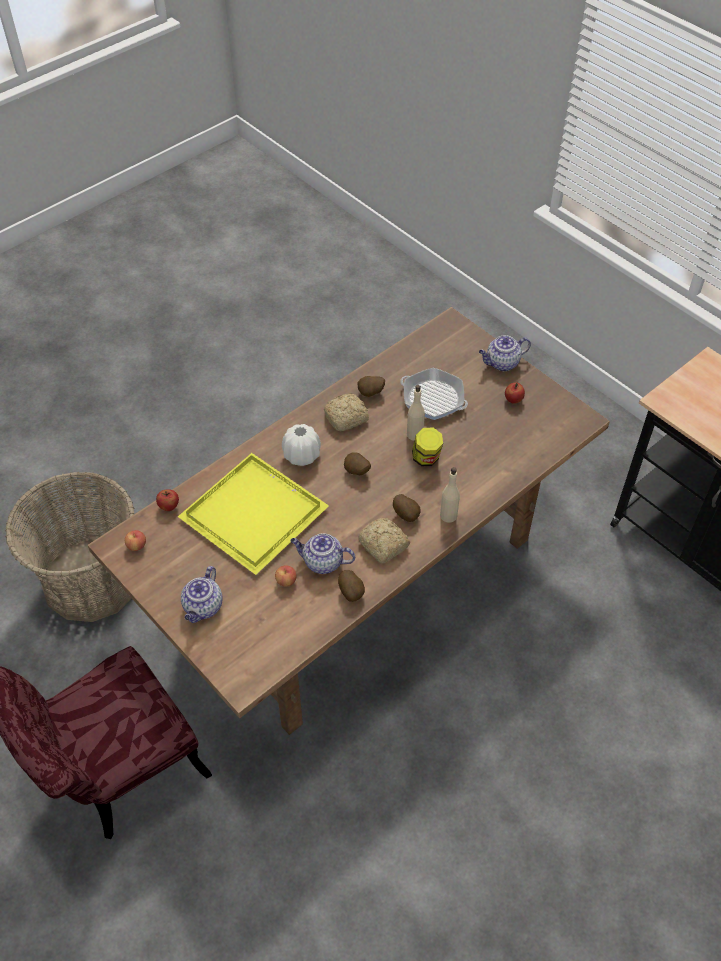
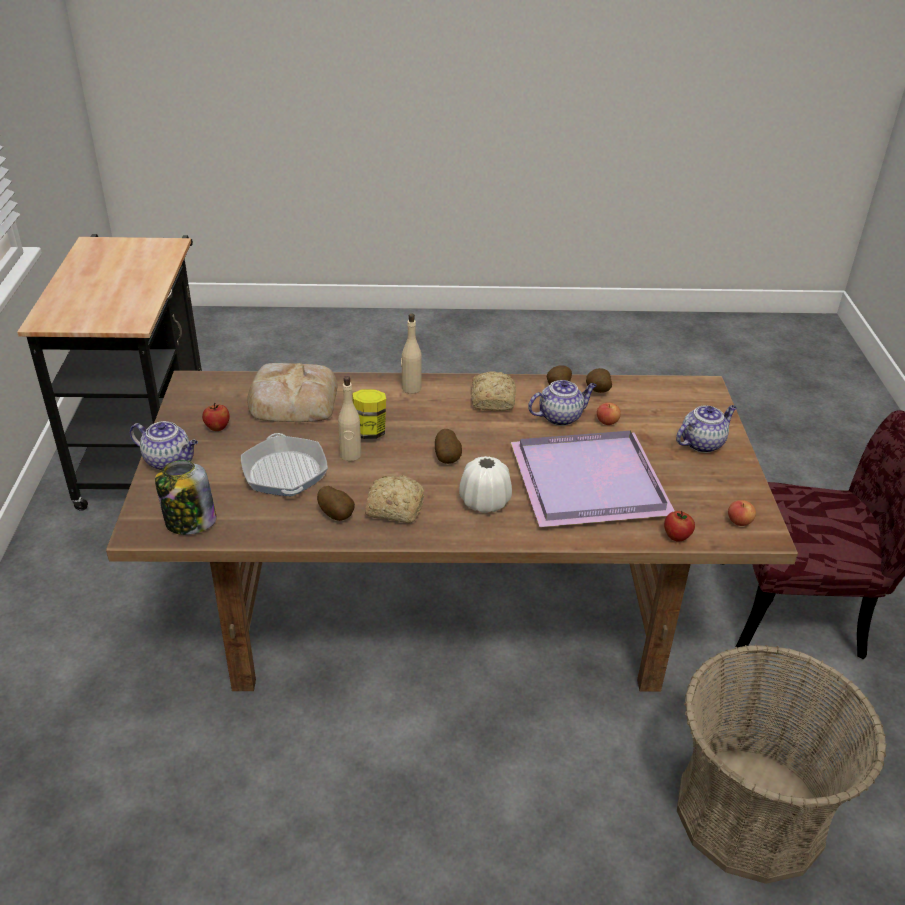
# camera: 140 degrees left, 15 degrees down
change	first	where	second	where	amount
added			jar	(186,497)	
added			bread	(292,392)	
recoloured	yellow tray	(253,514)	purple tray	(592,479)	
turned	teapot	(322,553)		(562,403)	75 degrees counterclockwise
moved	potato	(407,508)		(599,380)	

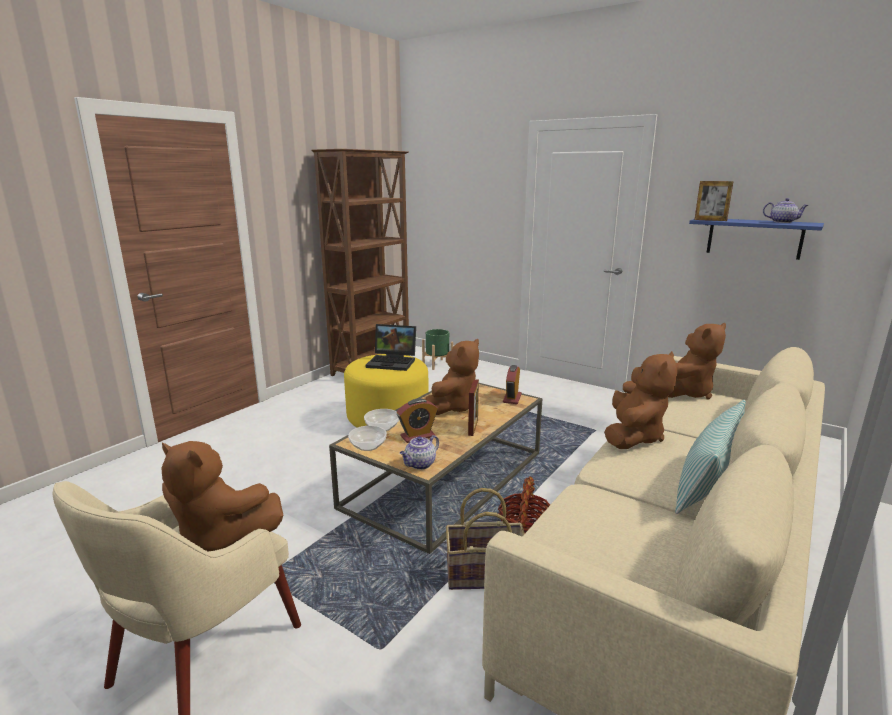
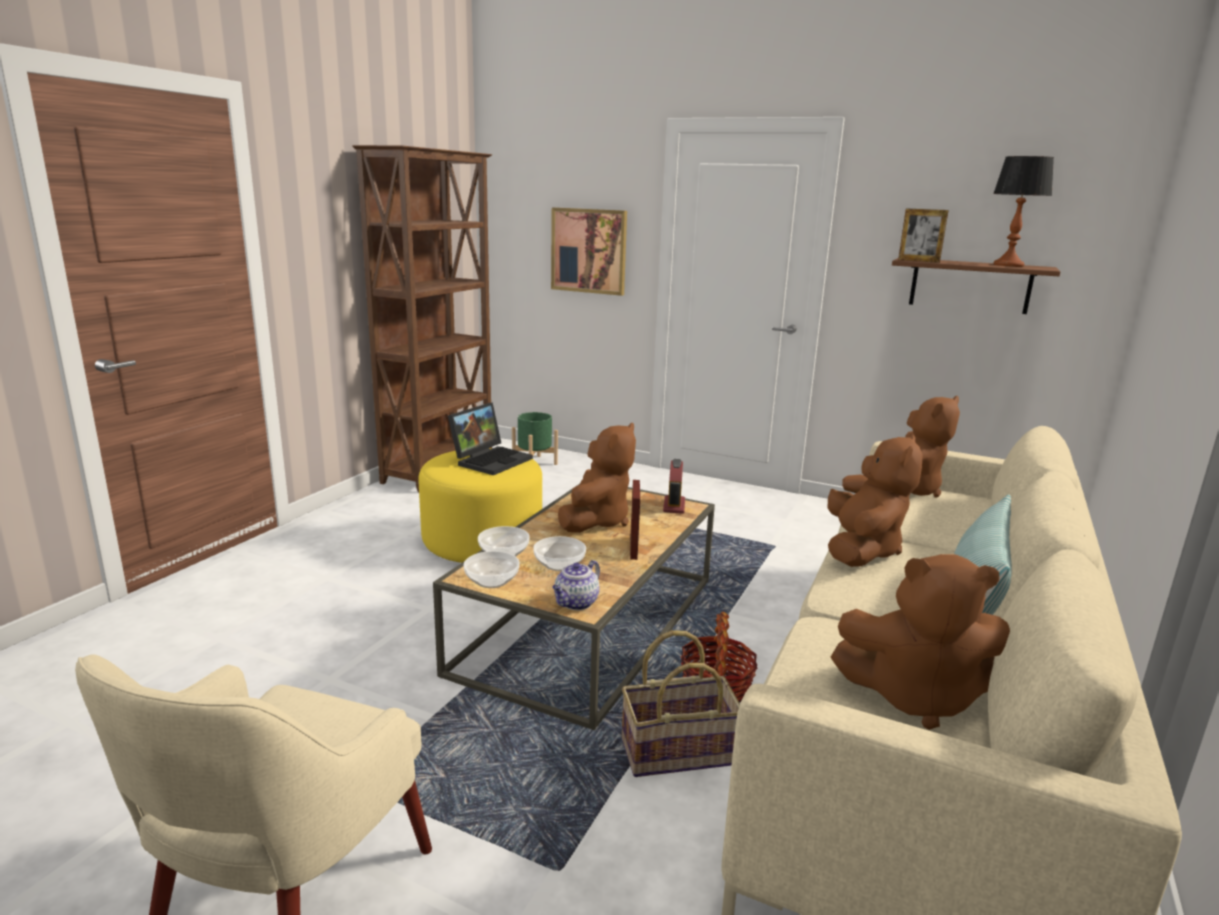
# camera: 10 degrees left, 0 degrees up
change	first	where	second	where	amount
turned	laptop	(390,347)		(490,438)	60 degrees counterclockwise
replaced	alarm clock	(417,421)	bowl	(559,553)	
added			picture	(589,251)	
moved	brown plush toy	(222,496)		(920,642)	
recoloured	blue shelf	(756,239)	brown shelf	(976,286)	
replaced	teapot	(785,210)	table lamp	(1023,211)	

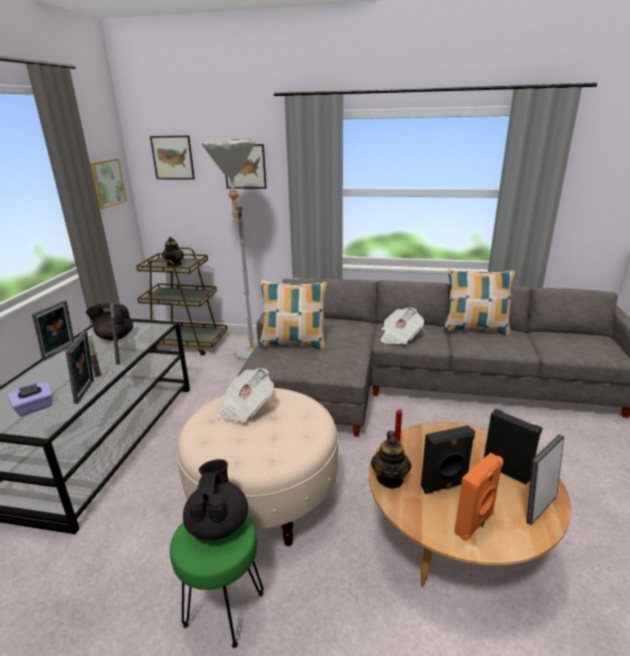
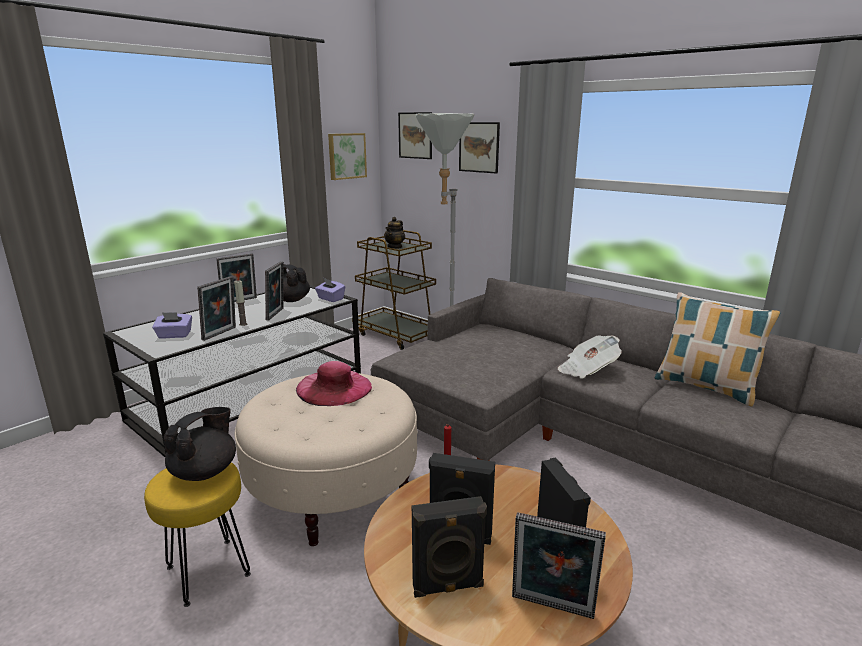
# camera: 30 degrees right, 5 degrees down
change	first	where	second	where	amount
recoloured	green stool	(217,582)	yellow stool	(197,534)	
replaced	newspaper	(245,395)	pink hat	(334,383)	
added			purple tissue box	(330,290)	
recoloured	orange speaker	(478,497)	black speaker	(449,547)	
turned	picture frame	(545,479)		(559,565)	150 degrees counterclockwise
removed	pillow	(293,315)			
removed	teapot	(391,460)			

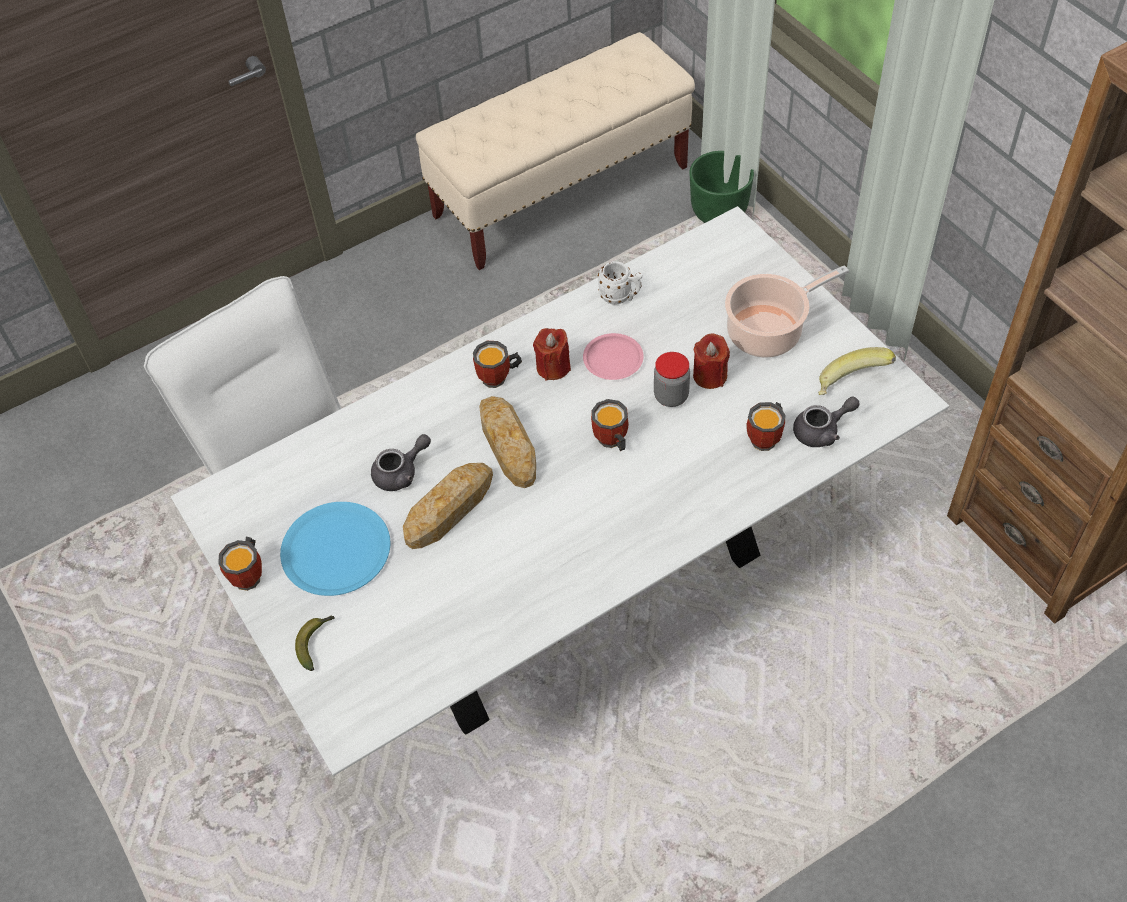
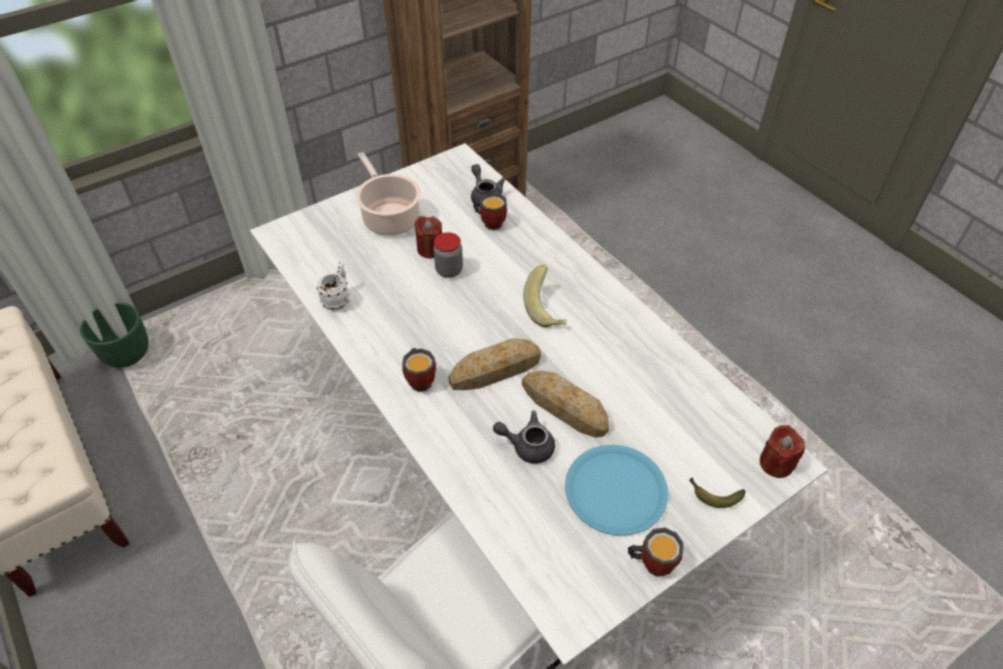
# camera: 95 degrees left, 5 degrees down
change	first	where	second	where	amount
turned	grey teapot	(401,462)		(524,437)	45 degrees counterclockwise
moved	banana	(857,371)		(545,296)	
moved	red candle	(552,354)		(782,451)	
removed	pink plate	(613,356)			
removed	mug	(610,425)			

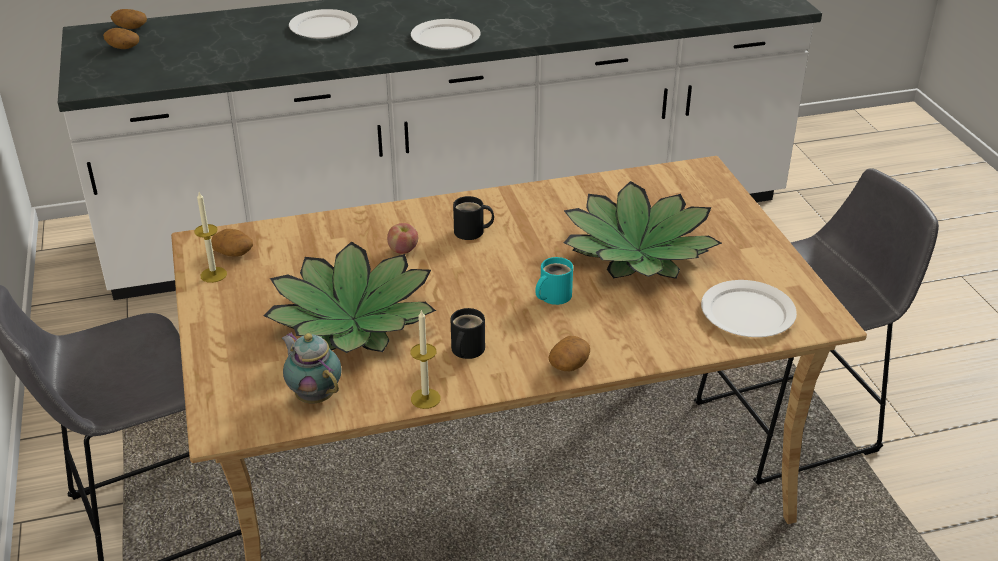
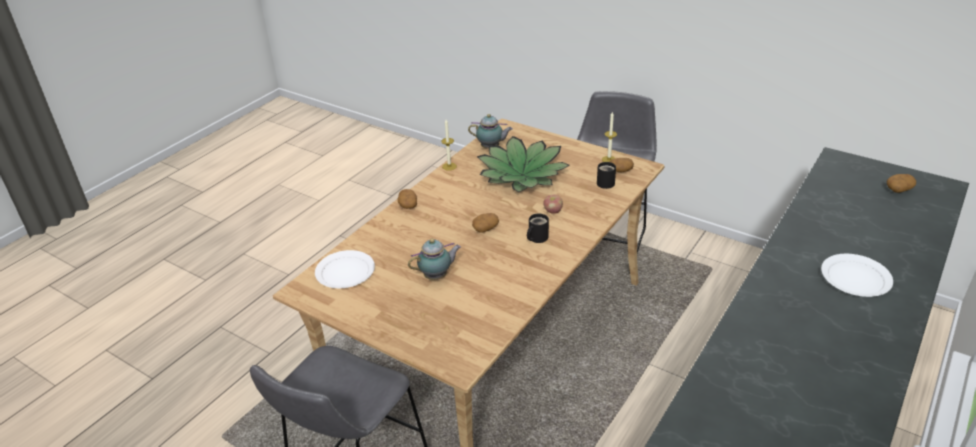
# camera: 140 degrees right, 0 degrees up
change	first	where	second	where	amount
replaced	potted plant	(643,230)	teapot	(434,259)	
moved	potato	(129,19)		(485,223)	
moved	black mug	(468,333)		(606,175)	
removed	white plate	(446,34)			
removed	turquoise mug	(554,281)			

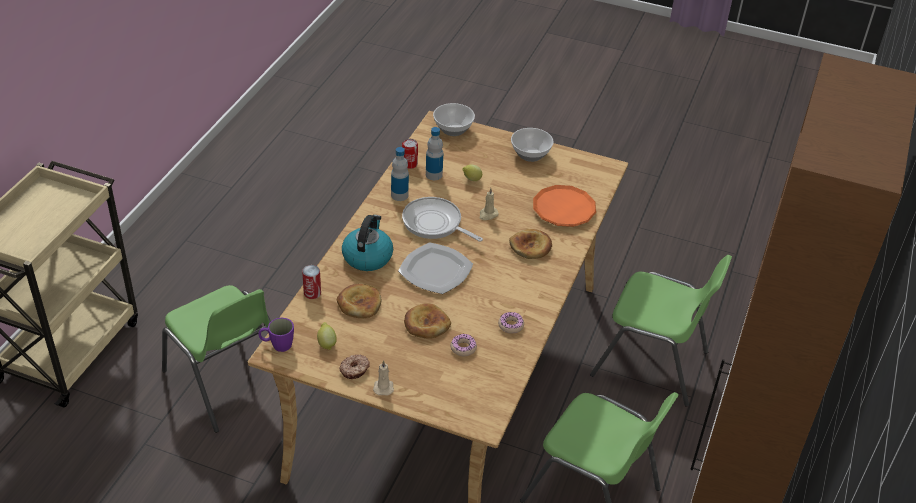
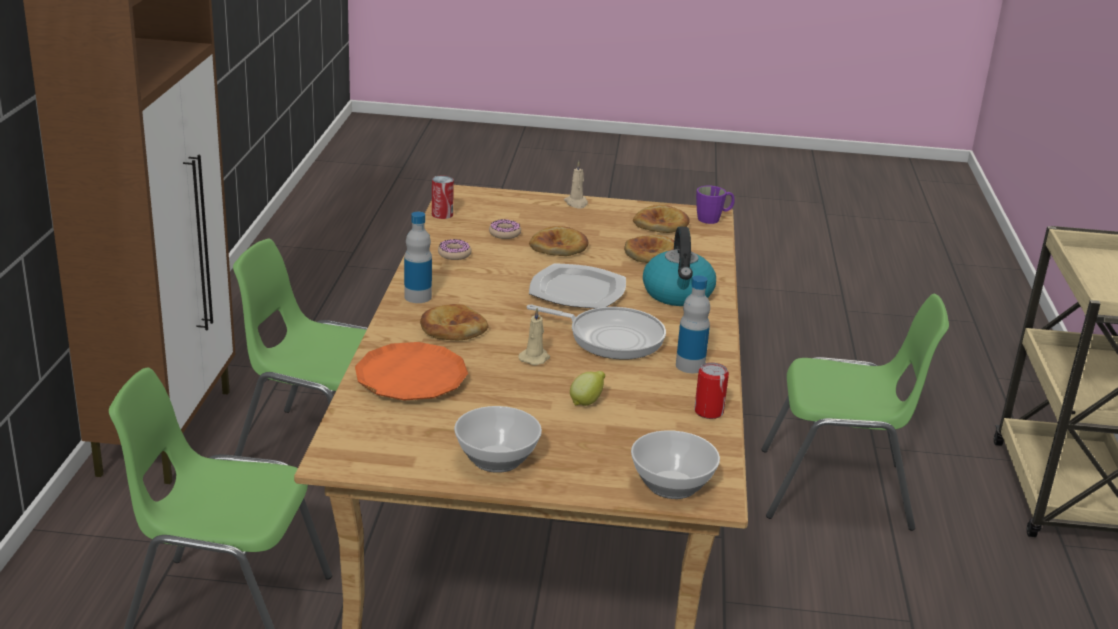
# camera: 165 degrees right, 15 degrees down
change	first	where	second	where	amount
moved	bottle	(434,153)		(418,257)	
moved	can	(311,282)		(443,197)	
replaced	lemon	(327,336)	bread	(661,219)	
turned	green chair	(216,359)		(855,412)	150 degrees clockwise
removed	donut	(354,366)			

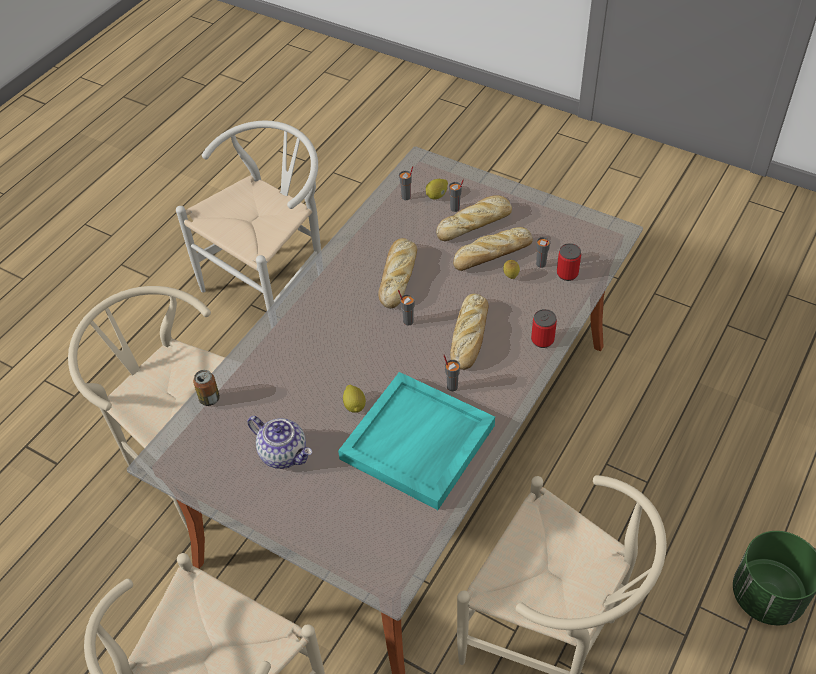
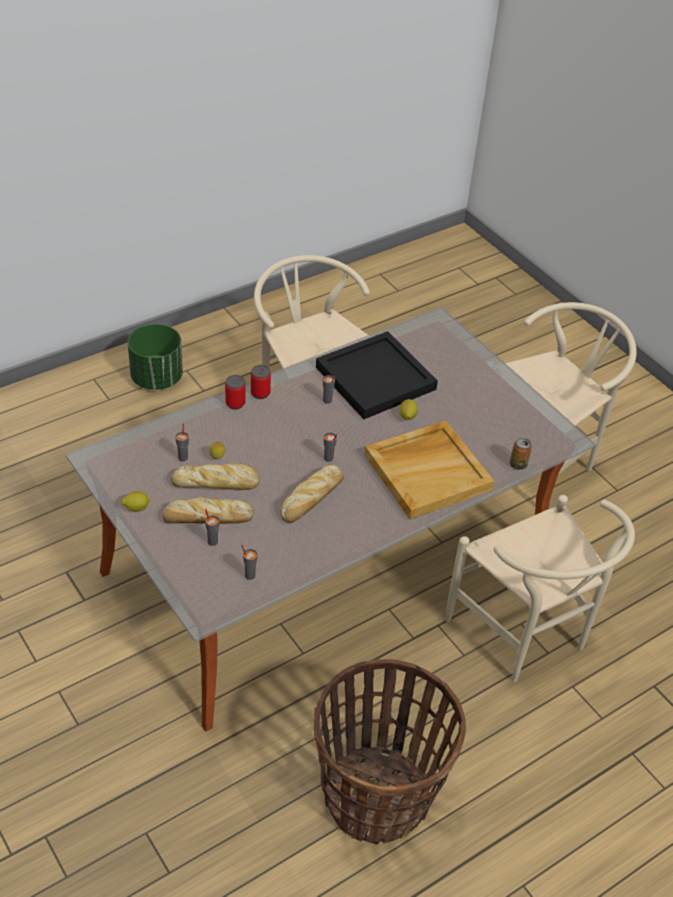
# camera: 160 degrees left, 5 degrees down
change	first	where	second	where	amount
moved	lemon	(437,189)		(135,501)	
moved	can	(569,262)		(261,382)	
replaced	white chair	(248,216)	basket	(390,751)	
recoloured	turquoise tray	(416,441)	black tray	(377,375)	
added			beige tray	(429,469)	
removed	teapot	(279,442)			
removed	bread	(469,331)			

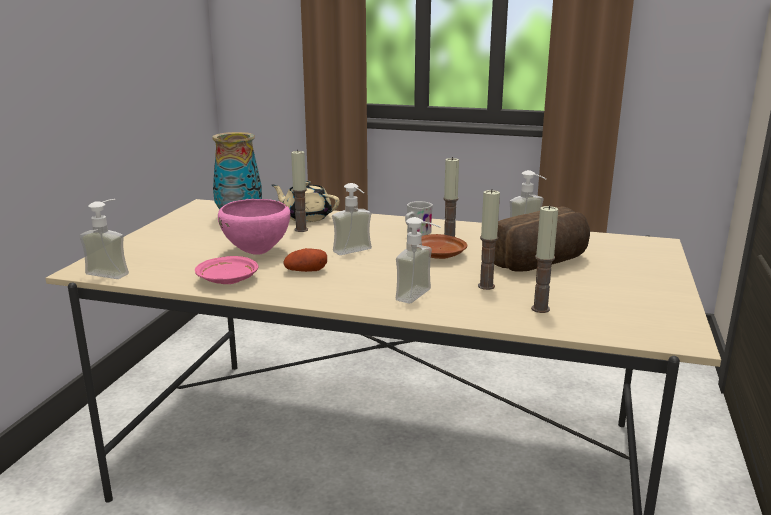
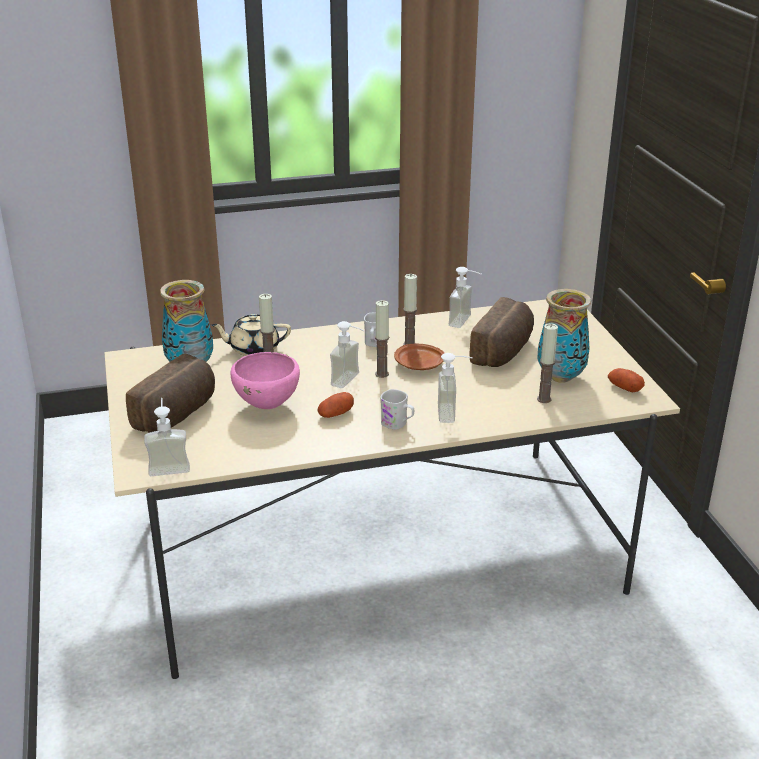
# camera: 30 degrees left, 10 degrees up
change	first	where	second	where	amount
added			bread	(170,393)	
moved	candle	(489,239)		(382,339)	
added			white mug	(397,409)	
added			vase	(564,336)	
added			potato	(626,380)	
removed	pink plate	(226,270)			

